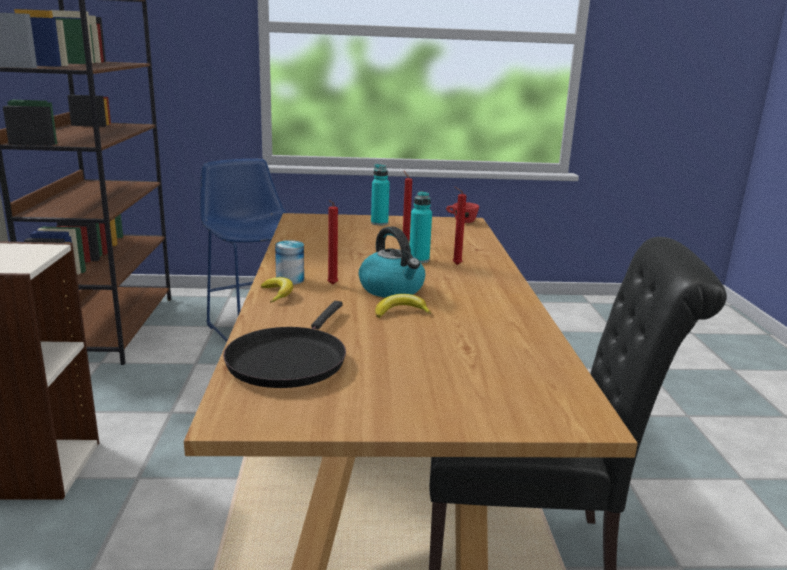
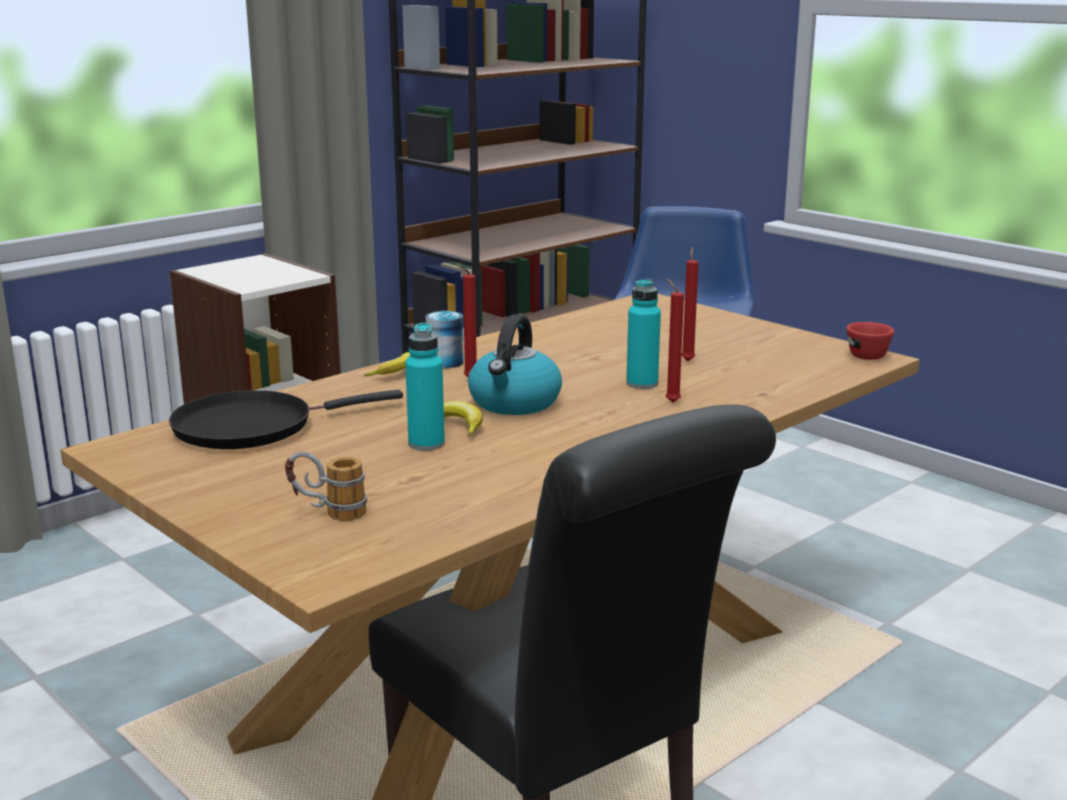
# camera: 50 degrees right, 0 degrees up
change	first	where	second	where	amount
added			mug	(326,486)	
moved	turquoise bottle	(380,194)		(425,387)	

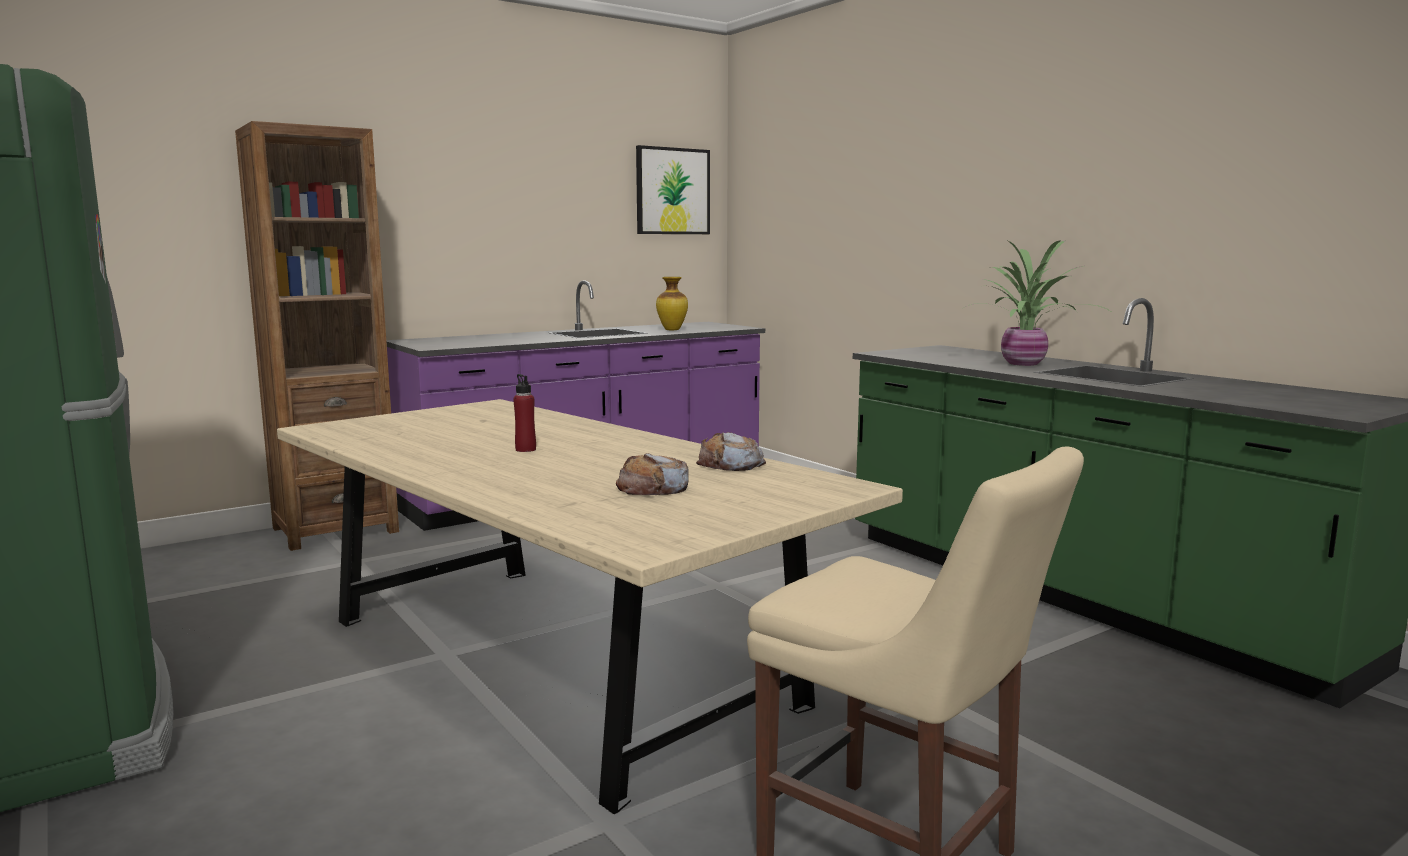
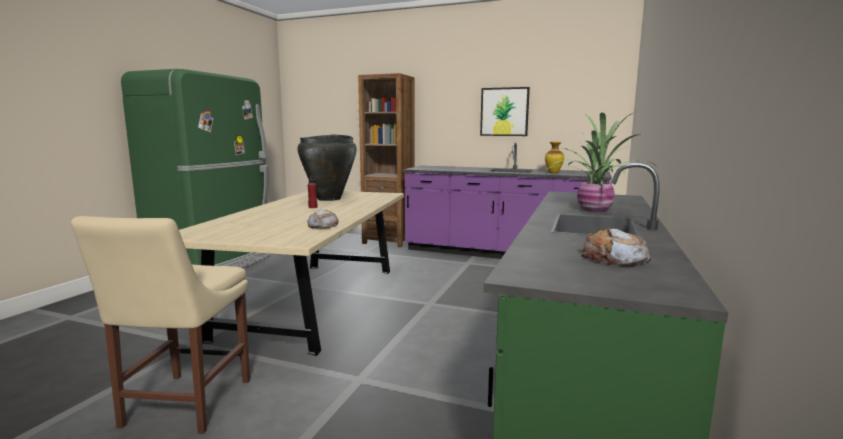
# camera: 55 degrees right, 0 degrees up
change	first	where	second	where	amount
added			black vase	(327,167)	
moved	picture	(673,189)		(505,111)	
moved	bread	(652,474)		(616,247)	

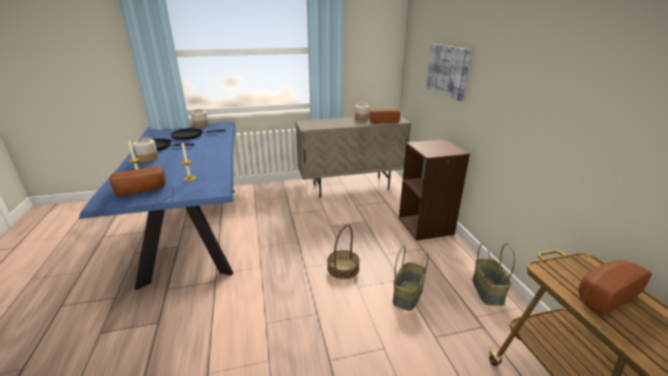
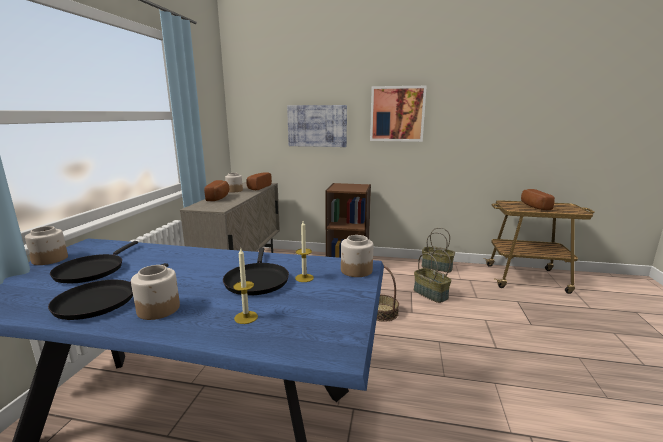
# camera: 65 degrees left, 10 degrees down
change	first	where	second	where	amount
moved	bread	(138,181)		(217,190)	
added			black frying pan	(256,271)	
added			jar	(357,256)	
added			picture	(398,114)	

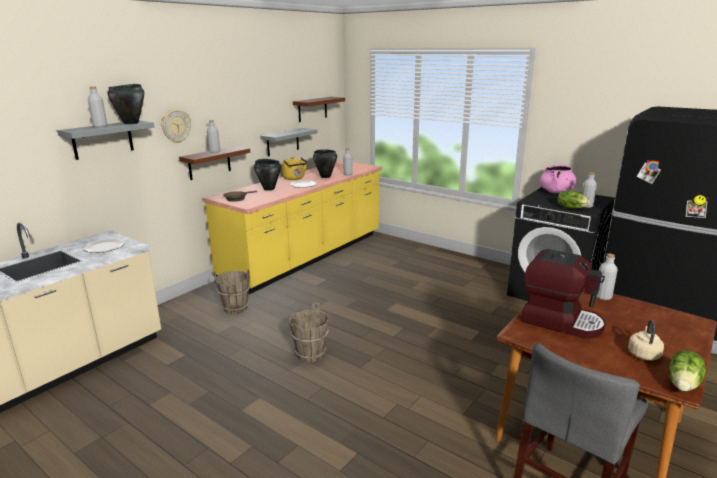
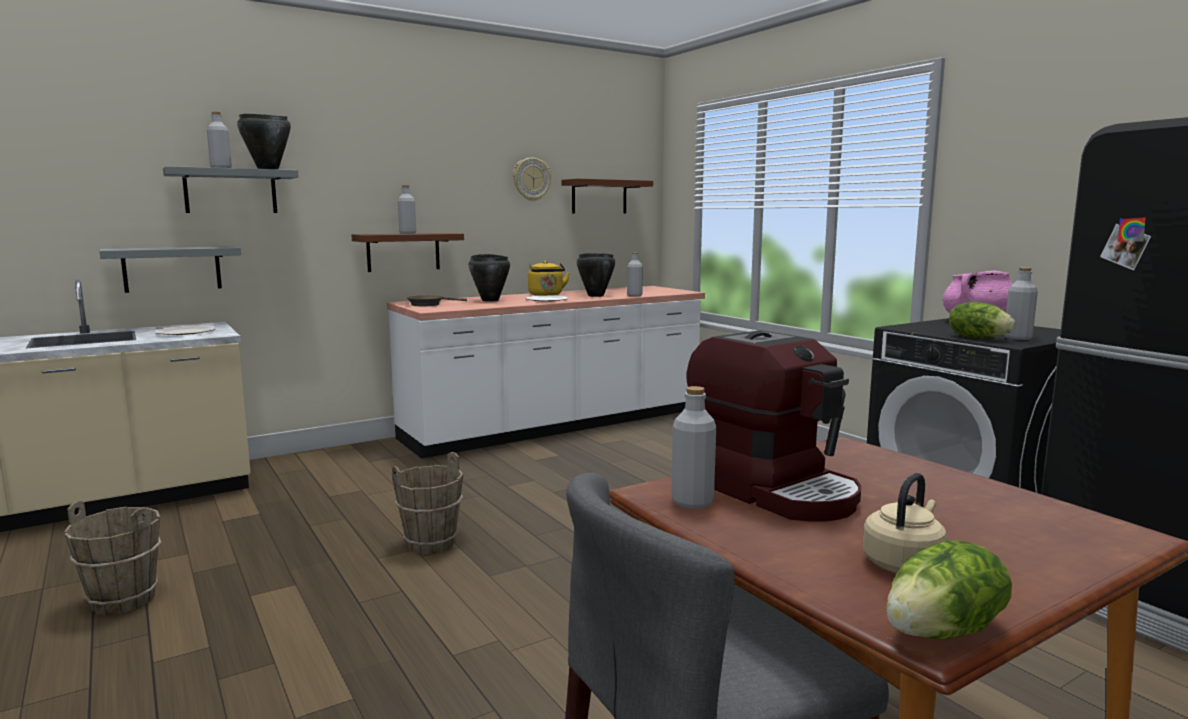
# camera: 20 degrees right, 10 degrees down
change	first	where	second	where	amount
moved	brown bucket	(232,292)		(112,558)	
moved	grey shelf	(289,142)		(170,269)	
recoloured	yellow counter	(293,227)	white counter	(546,372)	
moved	wall clock	(176,126)		(532,179)	
moved	grey bottle	(607,277)		(693,447)	

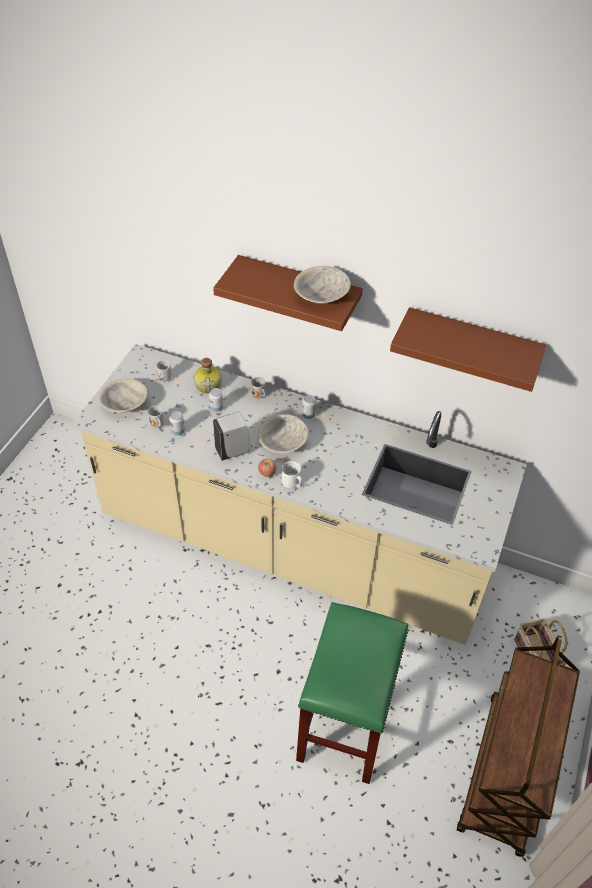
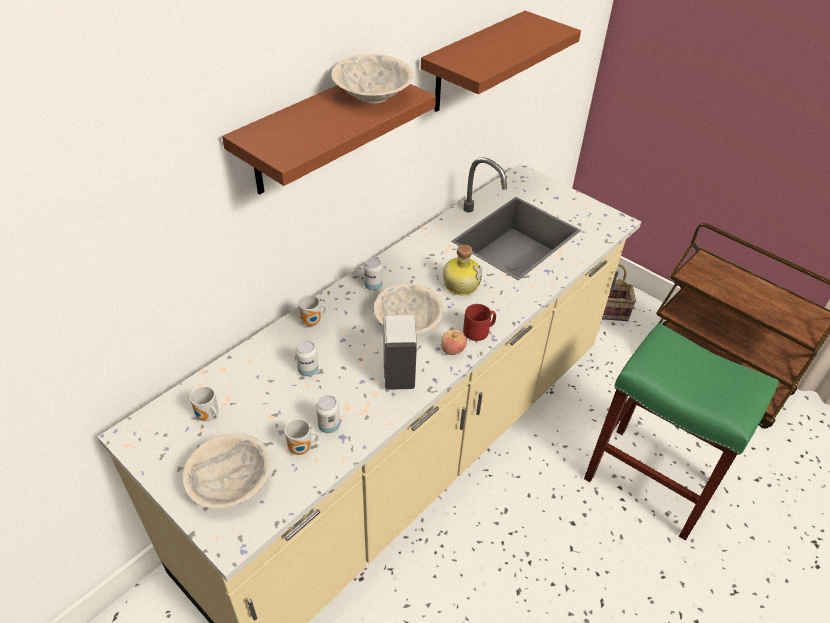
# camera: 70 degrees left, 5 degrees down
change	first	where	second	where	amount
moved	bottle	(207,376)		(462,270)	
recoloured	white mug	(292,475)	red mug	(479,322)	

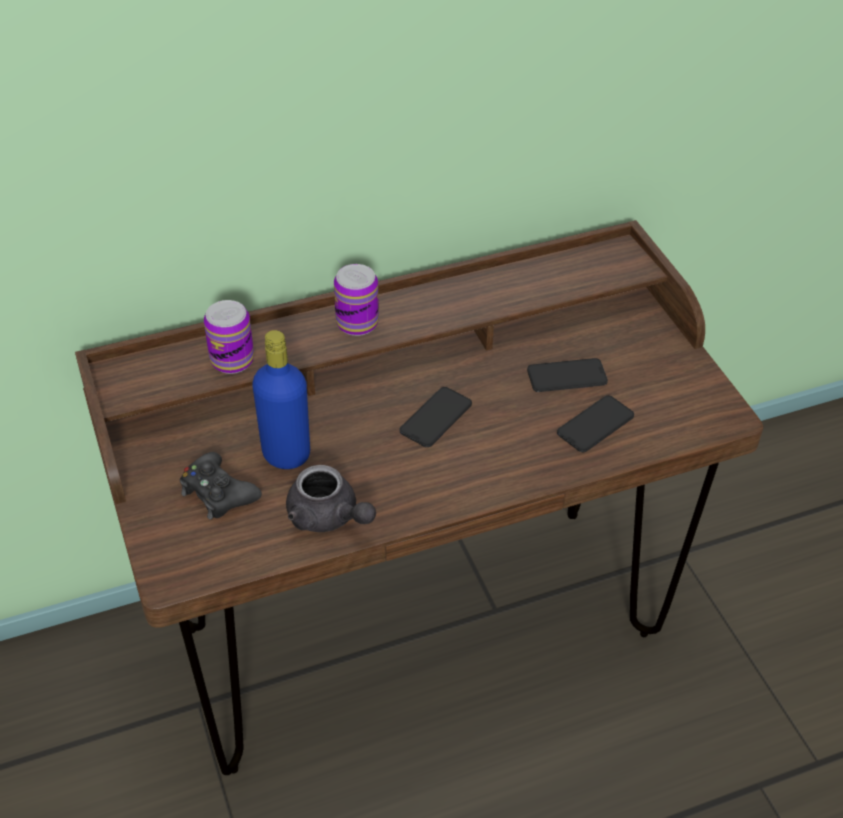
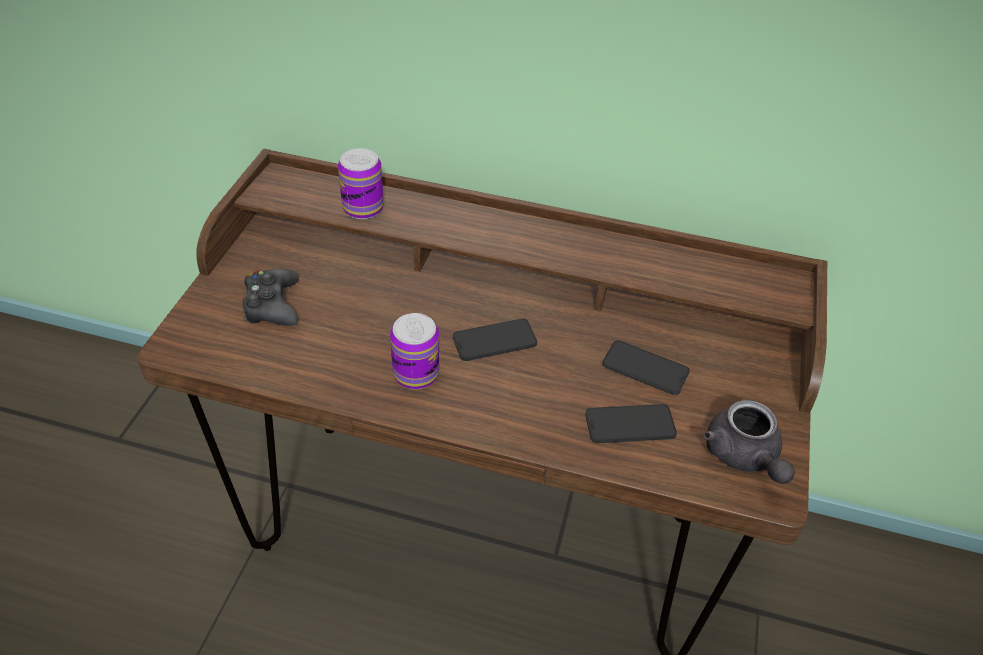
# camera: 35 degrees right, 0 degrees up
change	first	where	second	where	amount
moved	can	(356,300)		(414,351)	
moved	grey teapot	(331,498)		(749,442)	
removed	blue bottle	(281,399)			

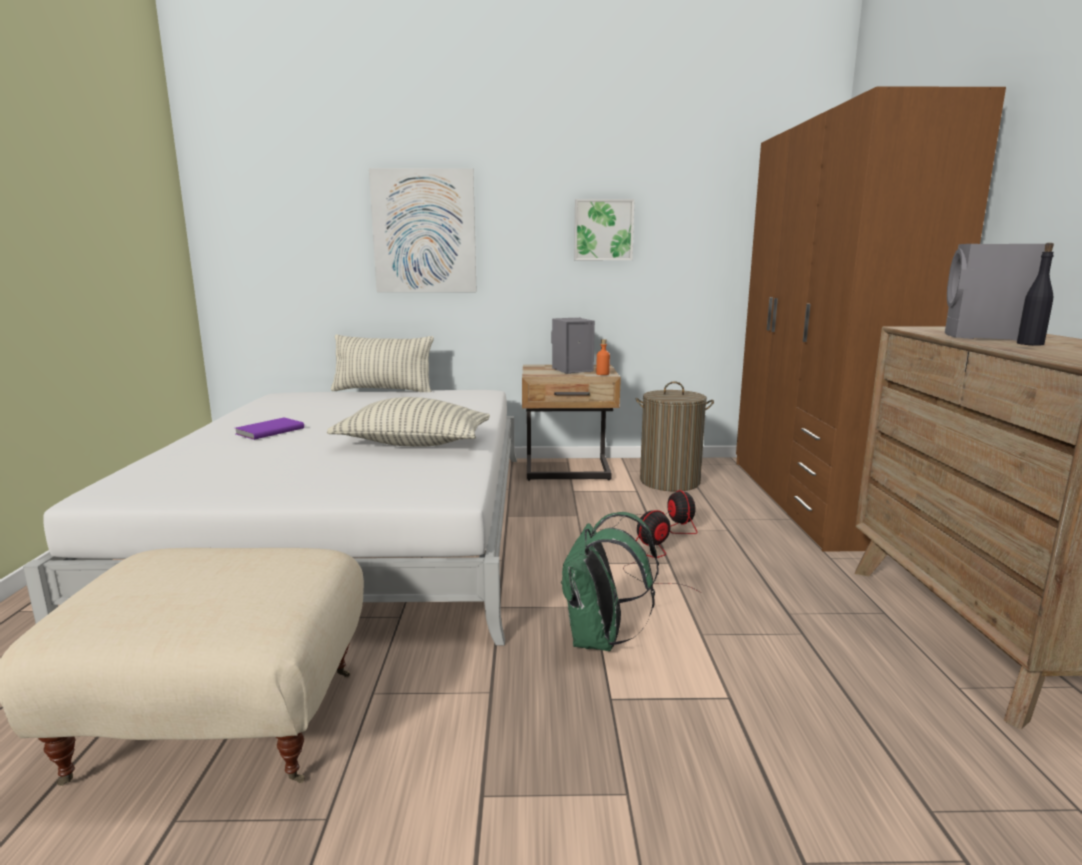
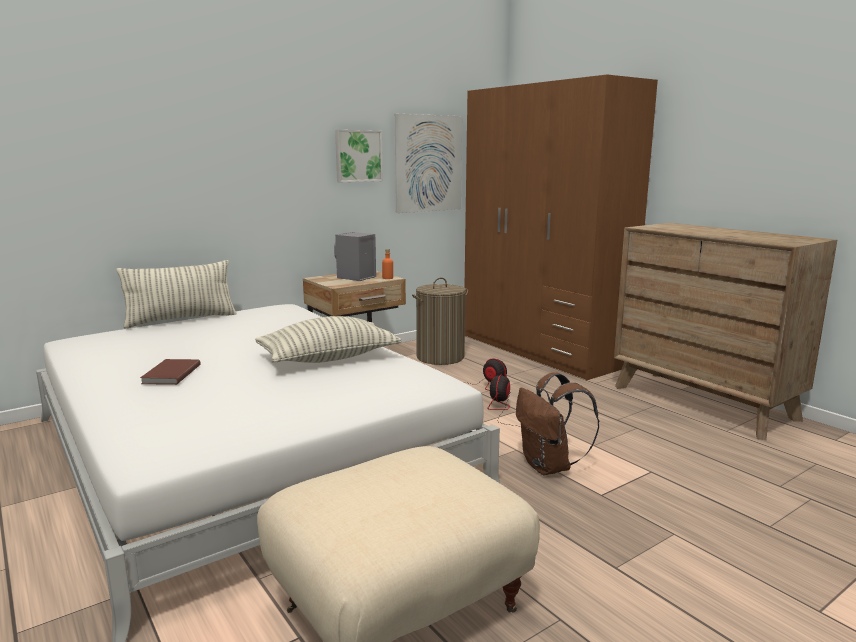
# camera: 35 degrees left, 0 degrees up
change	first	where	second	where	amount
recoloured	purple book	(269,429)	brown book	(170,372)	
moved	picture	(423,230)		(428,163)	
recoloured	green backpack	(610,581)	brown backpack	(558,423)	
removed	grey speaker	(995,292)			
removed	black bottle	(1035,294)			

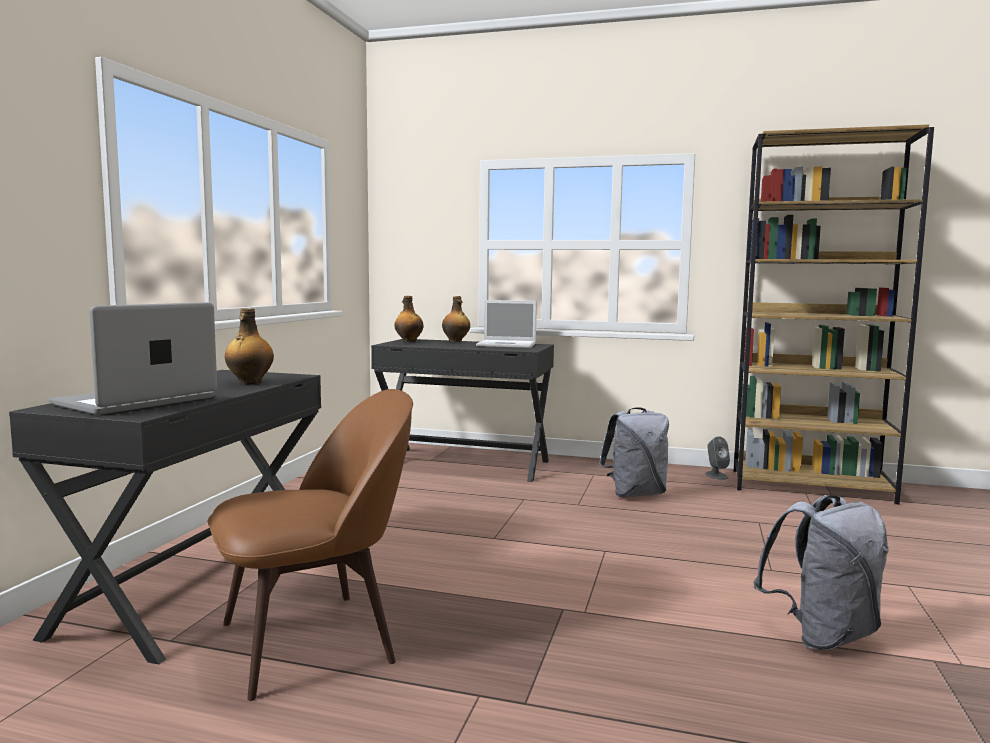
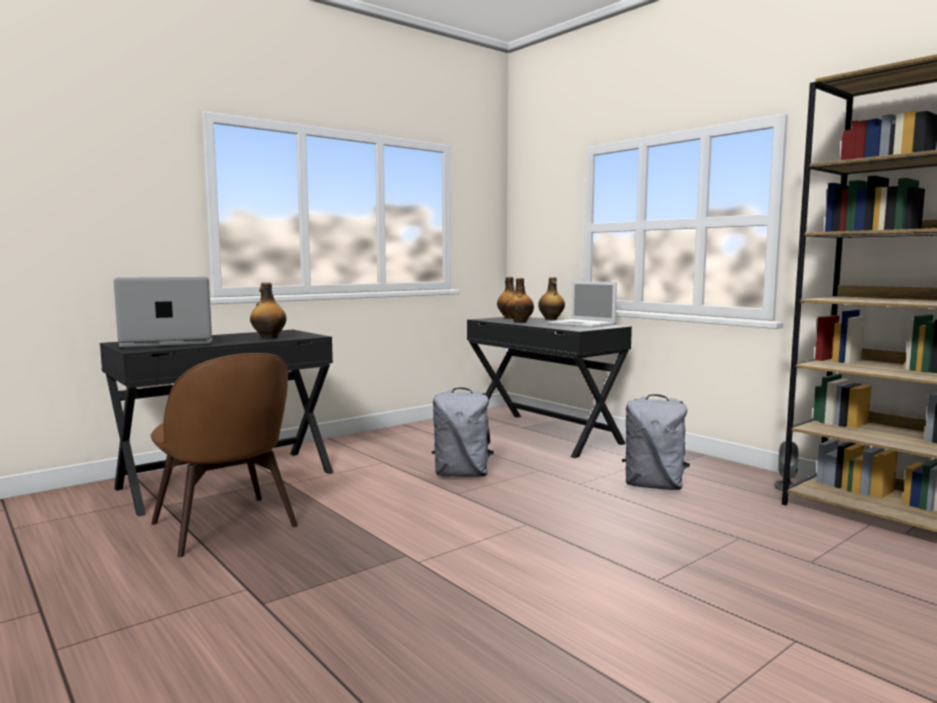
# camera: 35 degrees right, 0 degrees up
change	first	where	second	where	amount
turned	brown chair	(310,545)		(224,455)	45 degrees clockwise
moved	grey backpack	(821,572)		(463,432)	
added			bottle	(520,300)	

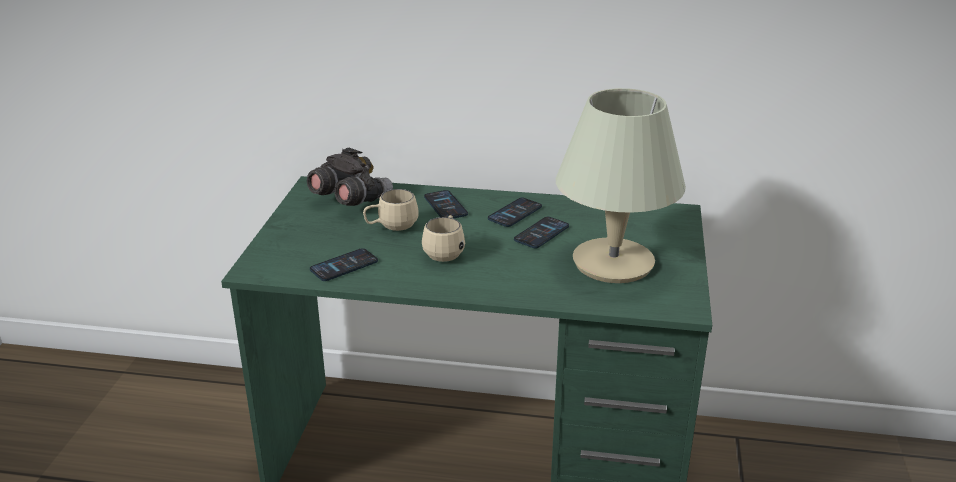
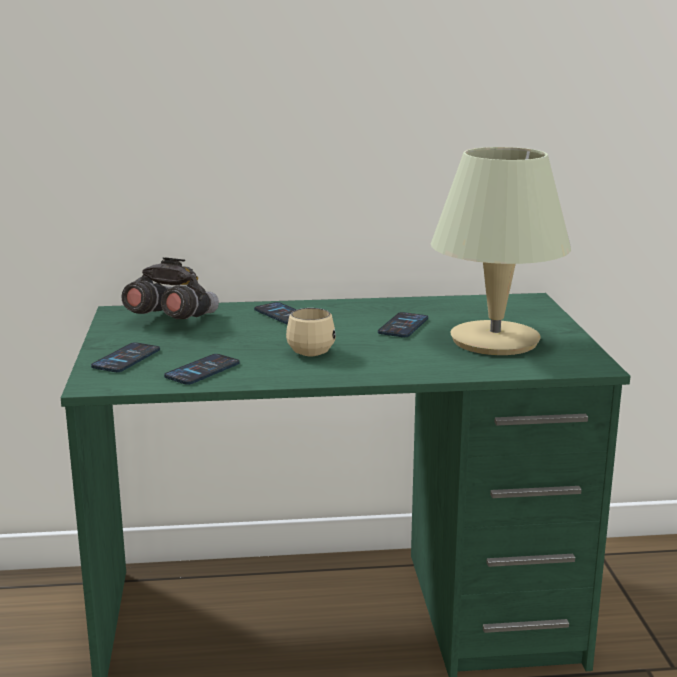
# camera: 15 degrees left, 10 degrees down
change	first	where	second	where	amount
moved	phone	(515,212)		(125,357)	
removed	beige mug	(391,210)			

